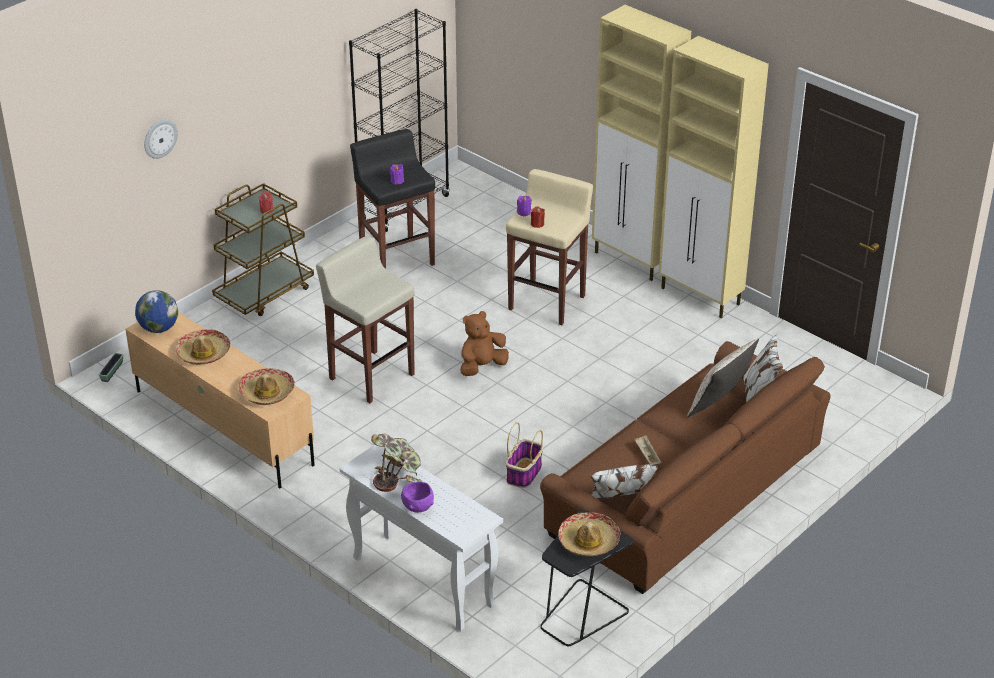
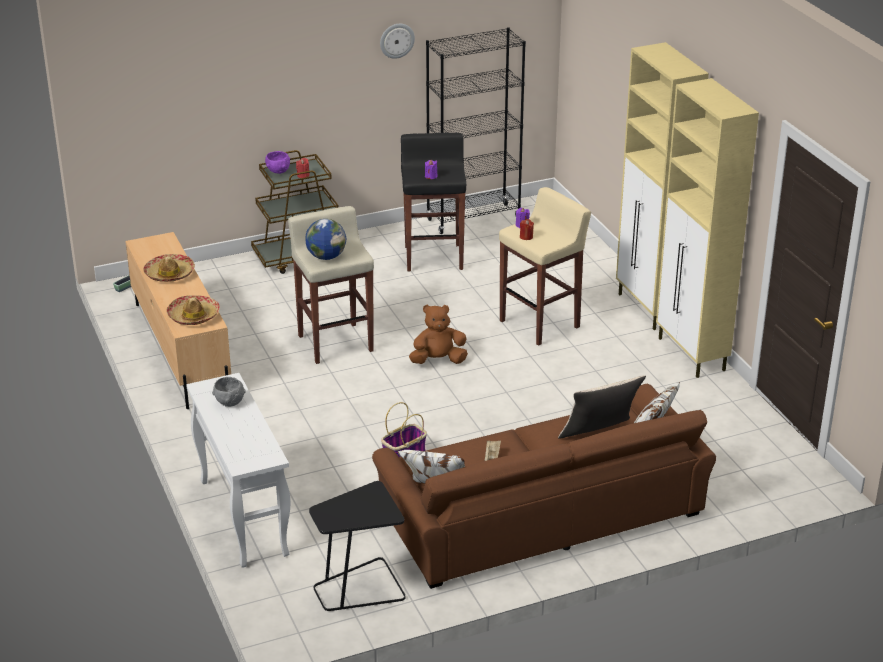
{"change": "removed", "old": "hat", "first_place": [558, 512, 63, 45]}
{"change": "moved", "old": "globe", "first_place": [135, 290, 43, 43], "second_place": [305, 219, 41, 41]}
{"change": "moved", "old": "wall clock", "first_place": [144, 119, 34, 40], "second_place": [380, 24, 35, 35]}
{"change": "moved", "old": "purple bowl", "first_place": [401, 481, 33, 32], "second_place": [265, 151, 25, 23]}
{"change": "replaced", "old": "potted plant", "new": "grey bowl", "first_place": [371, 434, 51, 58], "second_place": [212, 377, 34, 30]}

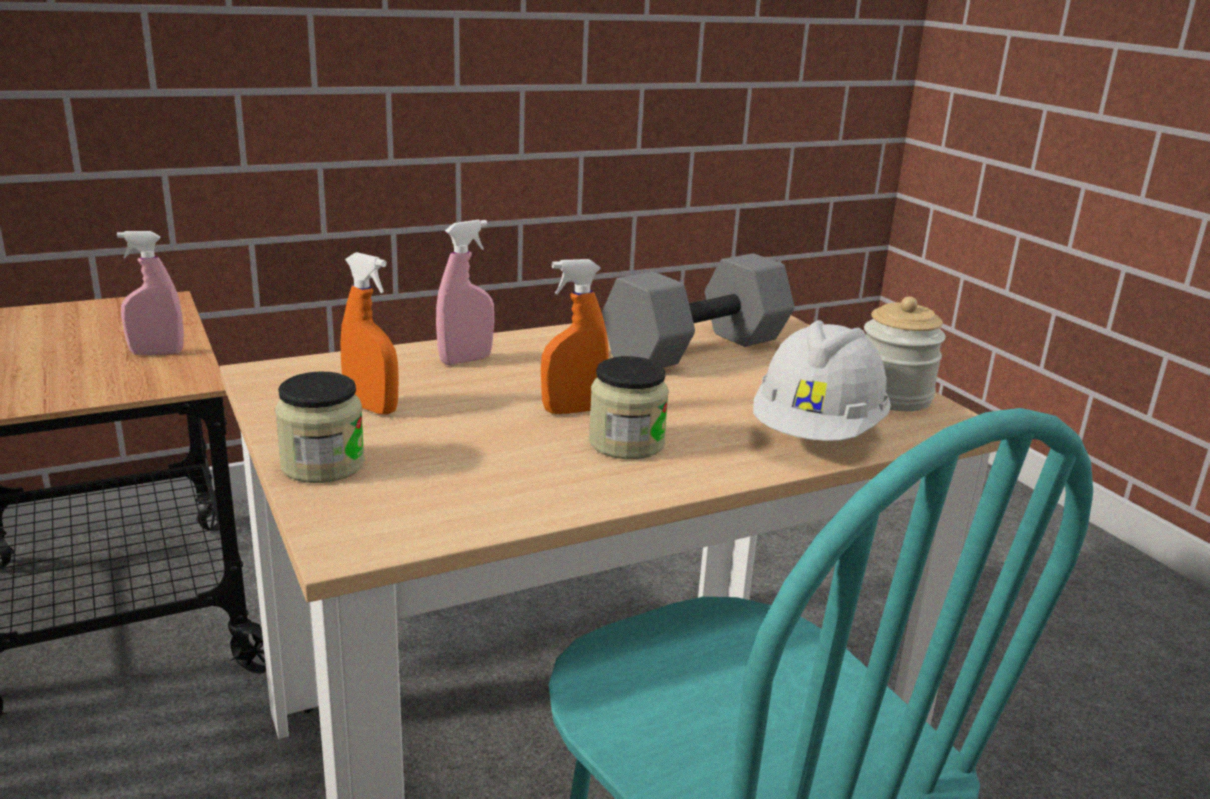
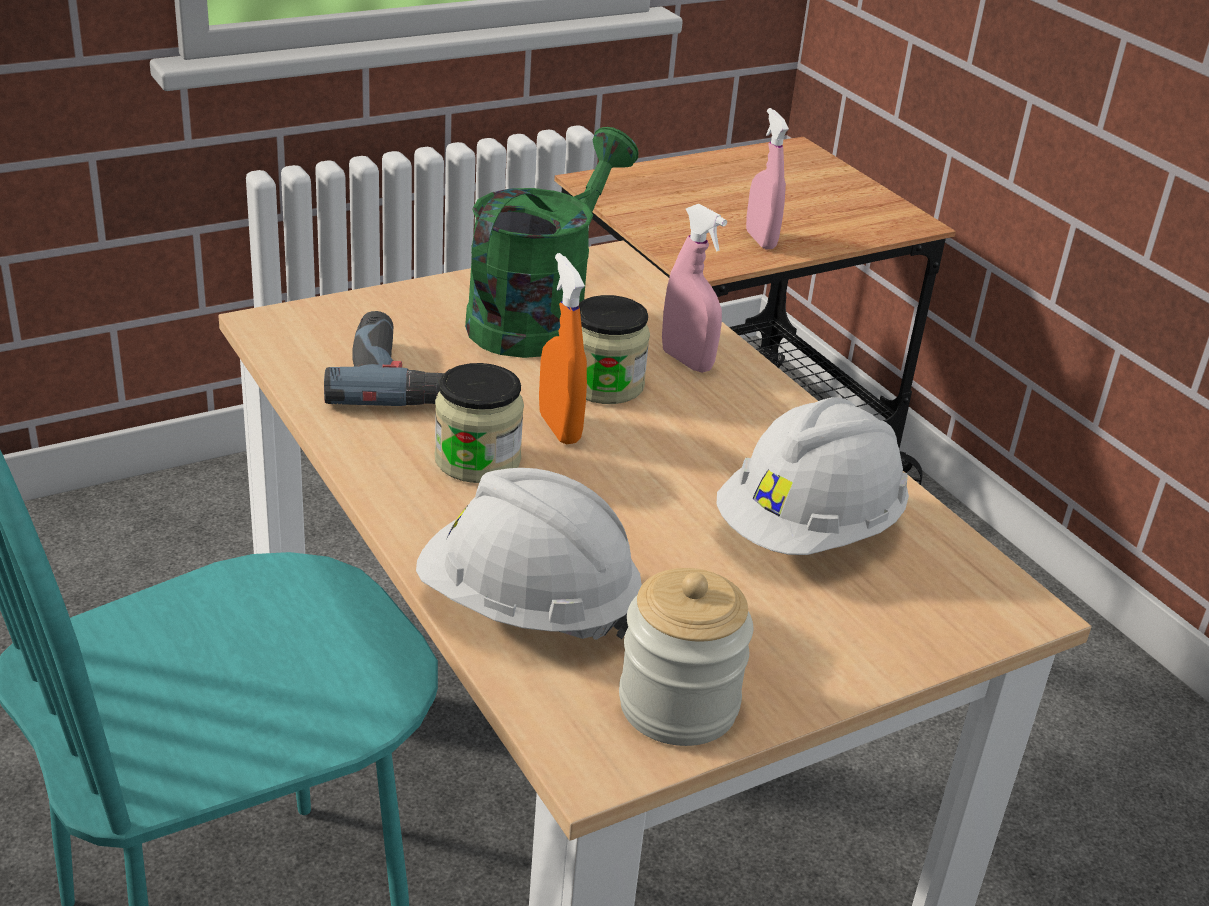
{"change": "added", "new": "power drill", "second_place": [324, 311, 120, 95]}
{"change": "moved", "old": "jar", "first_place": [275, 372, 90, 111], "second_place": [579, 295, 71, 109]}
{"change": "replaced", "old": "orange spray bottle", "new": "green watering can", "first_place": [341, 252, 58, 163], "second_place": [465, 127, 174, 231]}
{"change": "replaced", "old": "grey dumbbell", "new": "white hard hat", "first_place": [602, 253, 192, 114], "second_place": [717, 397, 192, 158]}

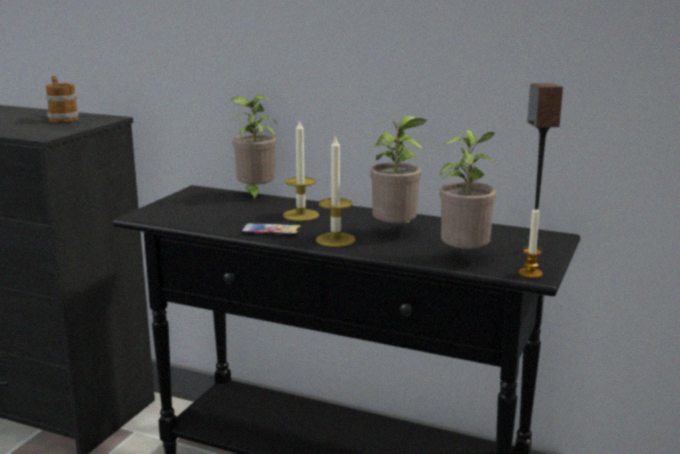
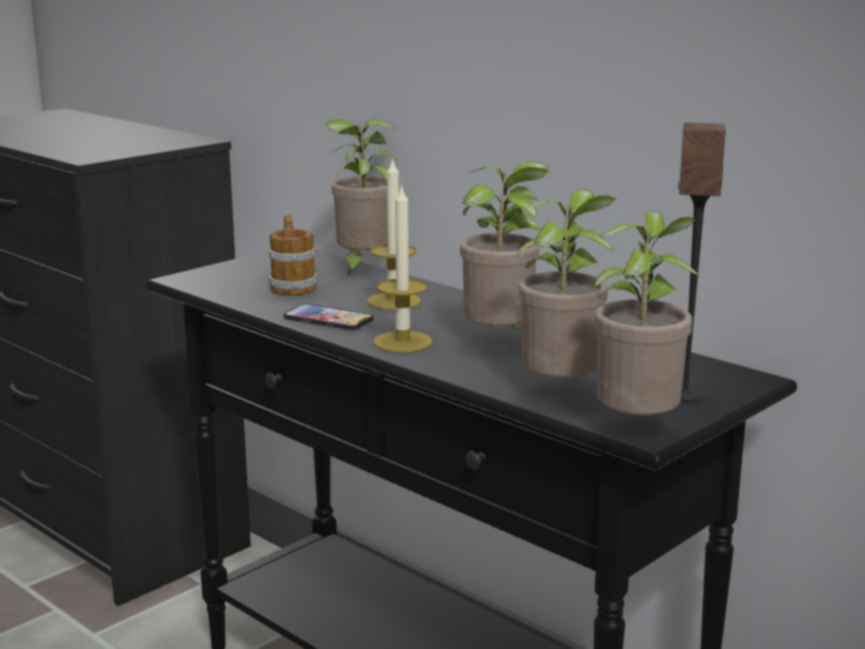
{"change": "moved", "old": "mug", "first_place": [46, 76, 33, 47], "second_place": [269, 215, 48, 81]}
{"change": "replaced", "old": "candle", "new": "potted plant", "first_place": [519, 209, 24, 69], "second_place": [593, 211, 107, 204]}

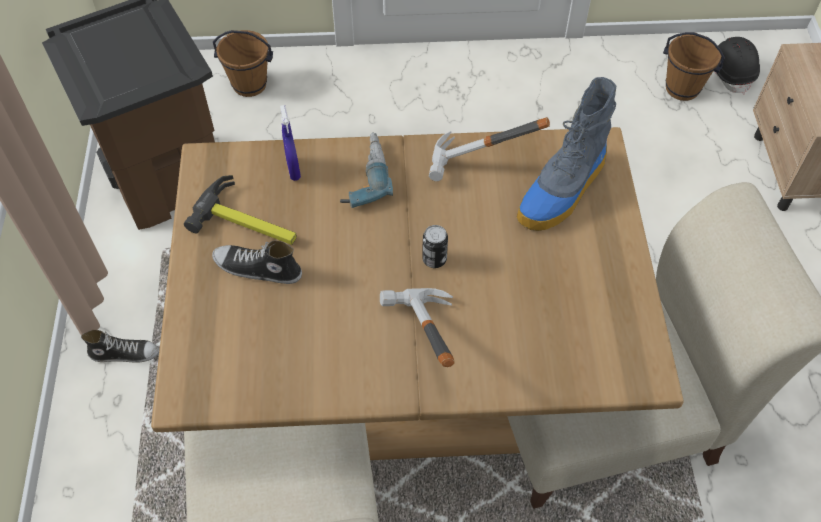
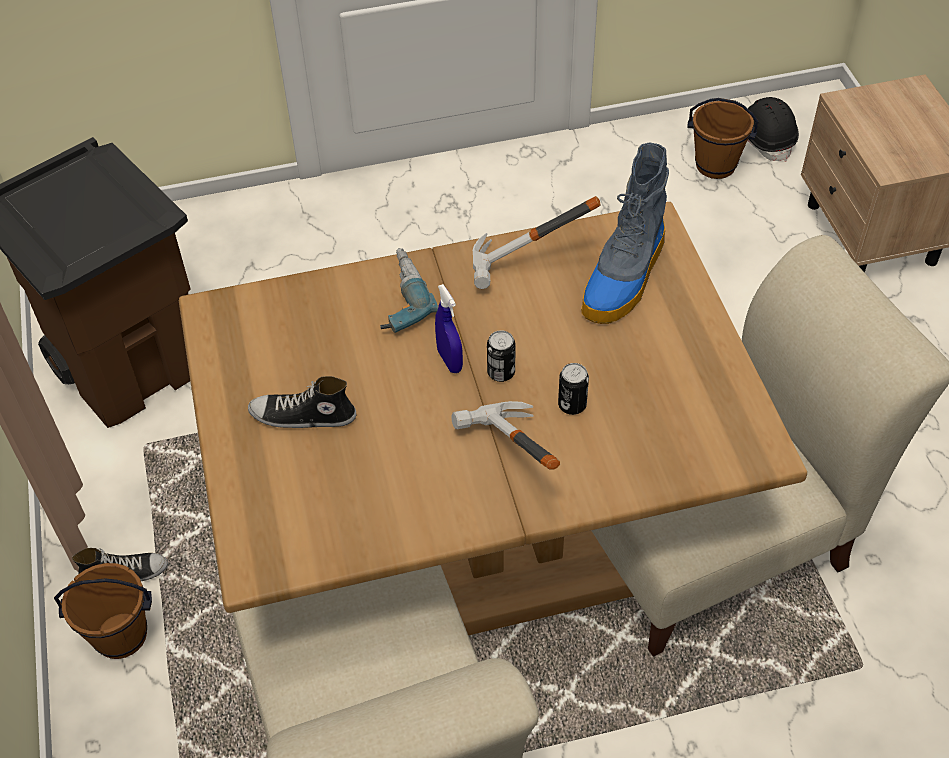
{"change": "removed", "old": "hammer", "first_place": [184, 175, 113, 70]}
{"change": "added", "new": "can", "second_place": [558, 363, 31, 52]}
{"change": "moved", "old": "brown bucket", "first_place": [213, 30, 60, 67], "second_place": [54, 563, 98, 96]}
{"change": "moved", "old": "blue spray bottle", "first_place": [280, 105, 21, 76], "second_place": [435, 284, 28, 89]}

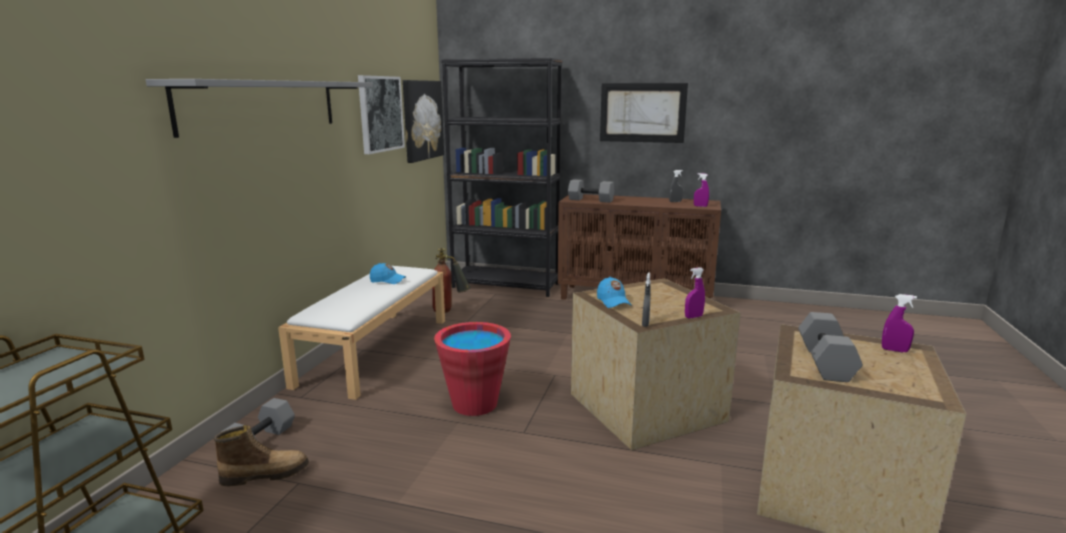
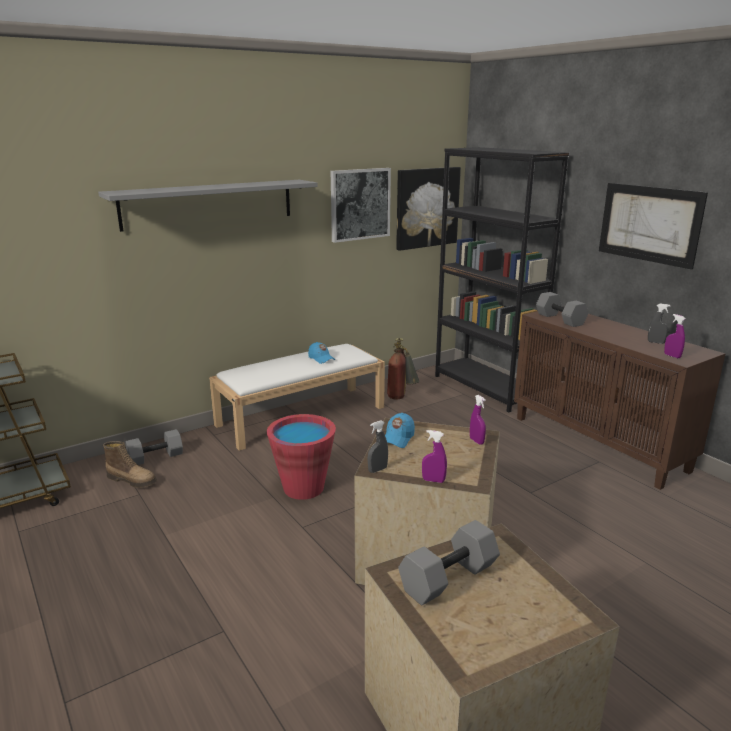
{"change": "moved", "old": "purple spray bottle", "first_place": [882, 294, 35, 58], "second_place": [470, 395, 16, 50]}

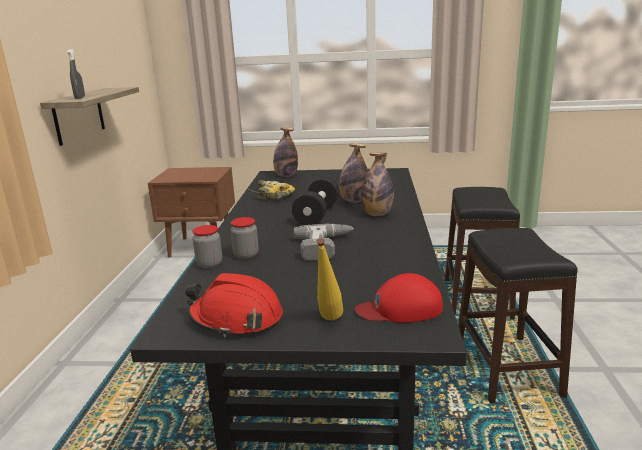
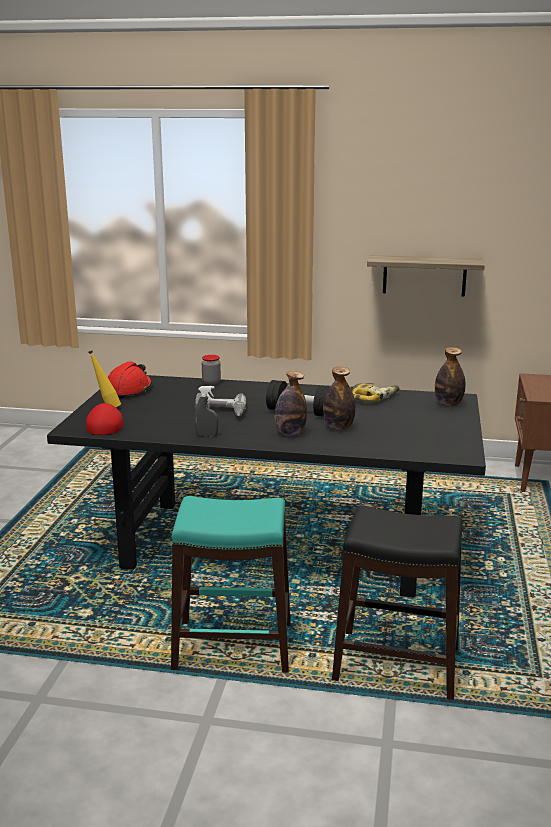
{"change": "removed", "old": "jar", "first_place": [231, 217, 28, 42]}
{"change": "moved", "old": "grey spray bottle", "first_place": [67, 49, 18, 50], "second_place": [195, 386, 23, 51]}
{"change": "recoloured", "old": "black stool", "new": "turquoise stool", "first_place": [458, 228, 120, 175], "second_place": [171, 496, 120, 177]}

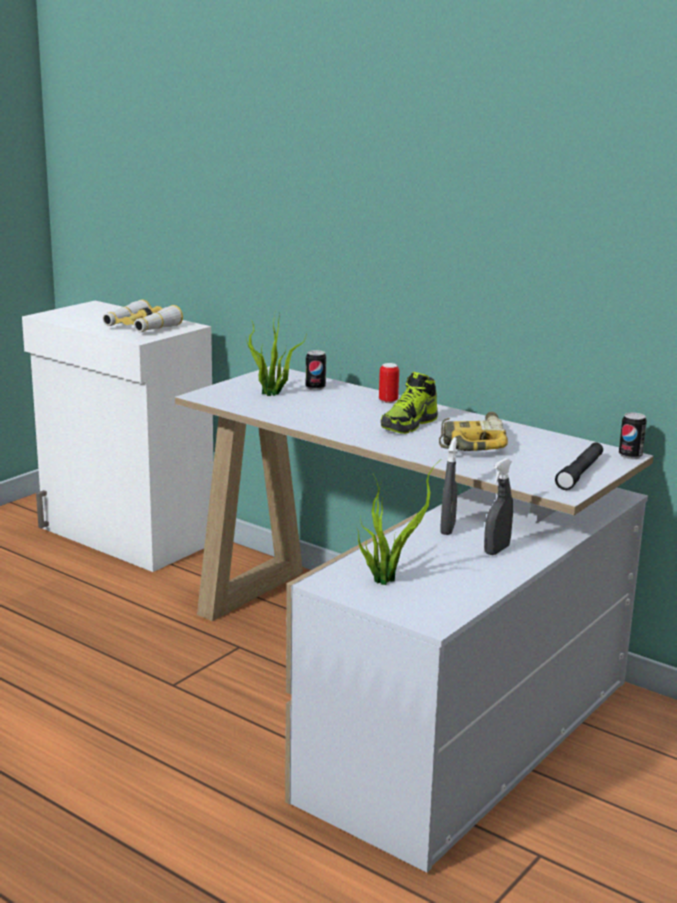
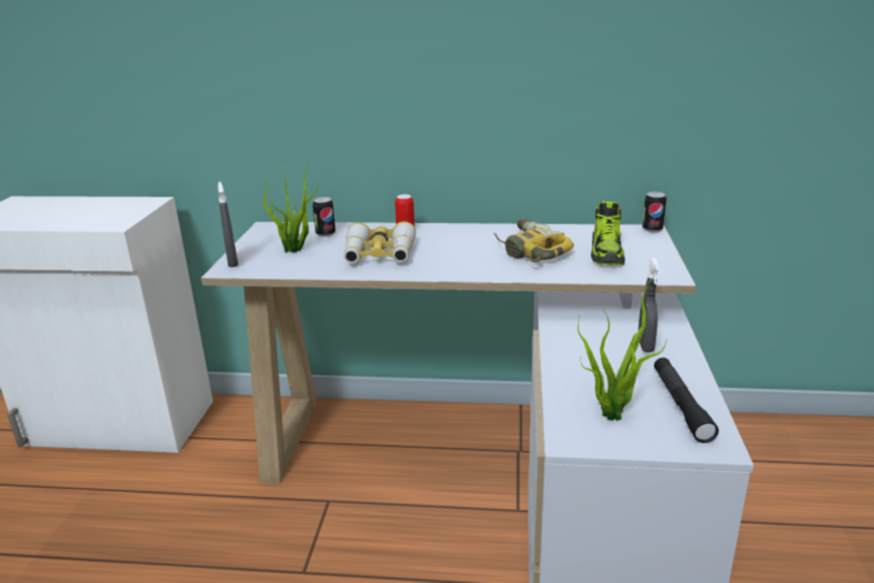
{"change": "moved", "old": "binoculars", "first_place": [102, 299, 81, 33], "second_place": [344, 222, 72, 41]}
{"change": "moved", "old": "shoe", "first_place": [381, 371, 57, 63], "second_place": [591, 202, 34, 63]}
{"change": "moved", "old": "grey spray bottle", "first_place": [440, 437, 17, 98], "second_place": [218, 182, 20, 85]}
{"change": "moved", "old": "black flashlight", "first_place": [555, 443, 48, 47], "second_place": [654, 358, 65, 85]}

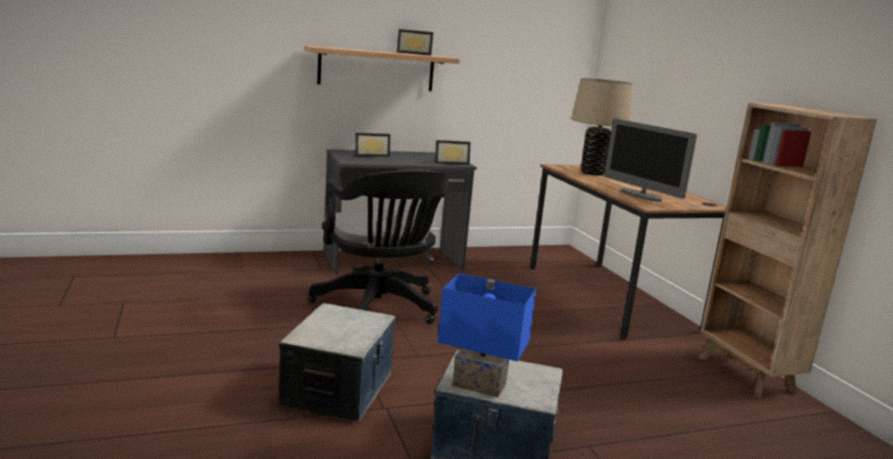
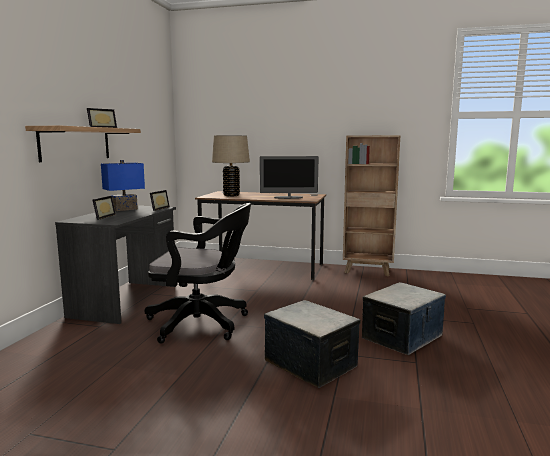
{"change": "moved", "old": "blue table lamp", "first_place": [438, 273, 98, 124], "second_place": [101, 160, 44, 51]}

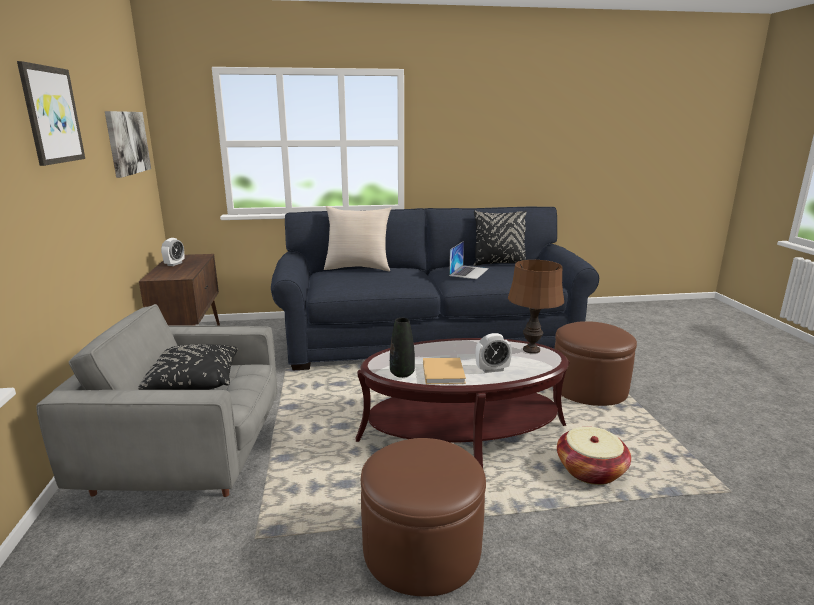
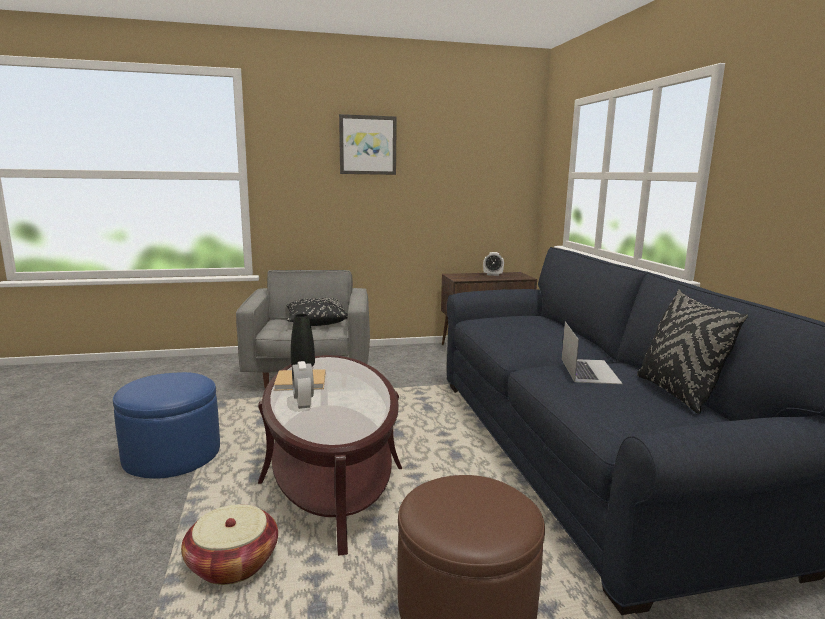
{"change": "removed", "old": "picture", "first_place": [105, 111, 46, 67]}
{"change": "removed", "old": "beige pillow", "first_place": [324, 206, 67, 65]}
{"change": "removed", "old": "brown table lamp", "first_place": [508, 260, 56, 94]}
{"change": "recoloured", "old": "brown ottoman", "new": "blue ottoman", "first_place": [361, 438, 125, 158], "second_place": [113, 372, 107, 107]}
{"change": "turned", "old": "laptop", "first_place": [449, 241, 40, 38], "second_place": [562, 321, 61, 63], "degrees": -105}

